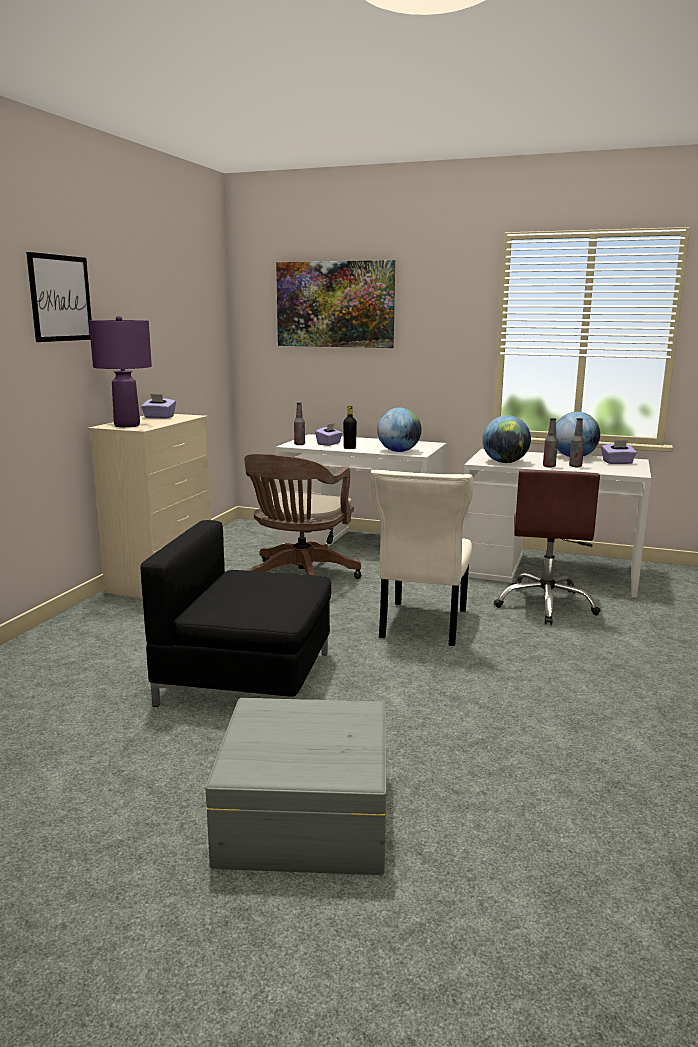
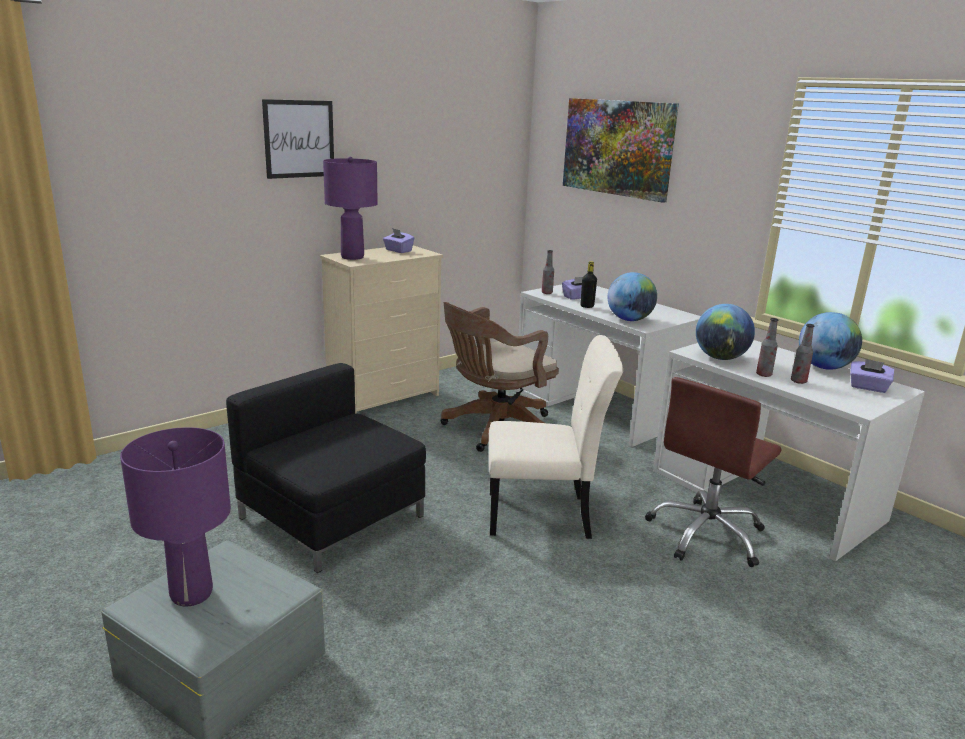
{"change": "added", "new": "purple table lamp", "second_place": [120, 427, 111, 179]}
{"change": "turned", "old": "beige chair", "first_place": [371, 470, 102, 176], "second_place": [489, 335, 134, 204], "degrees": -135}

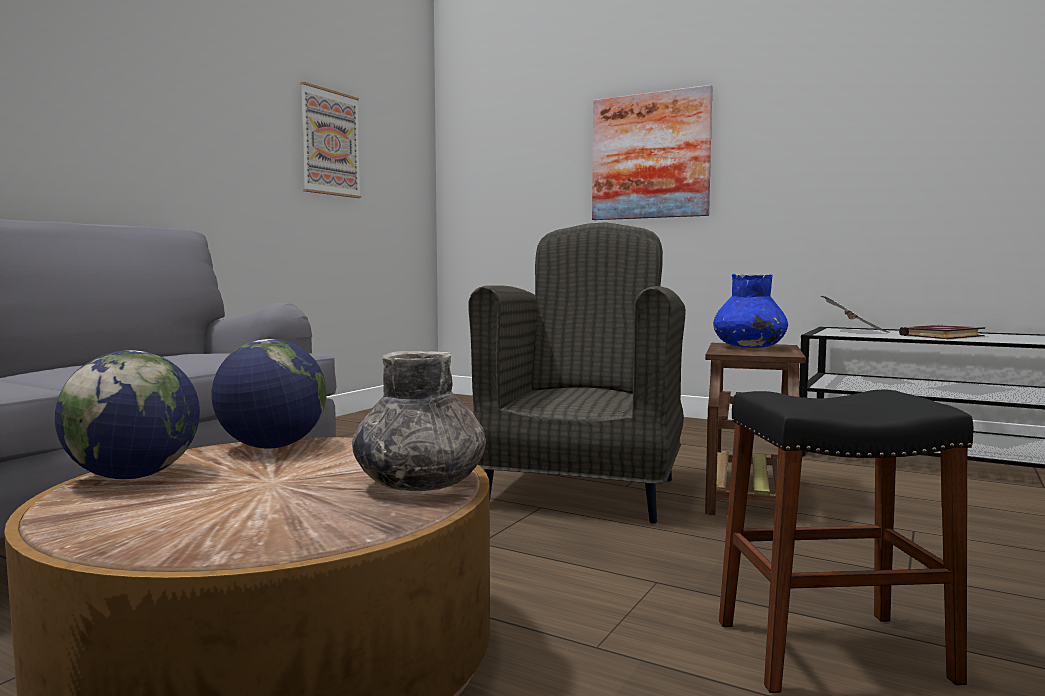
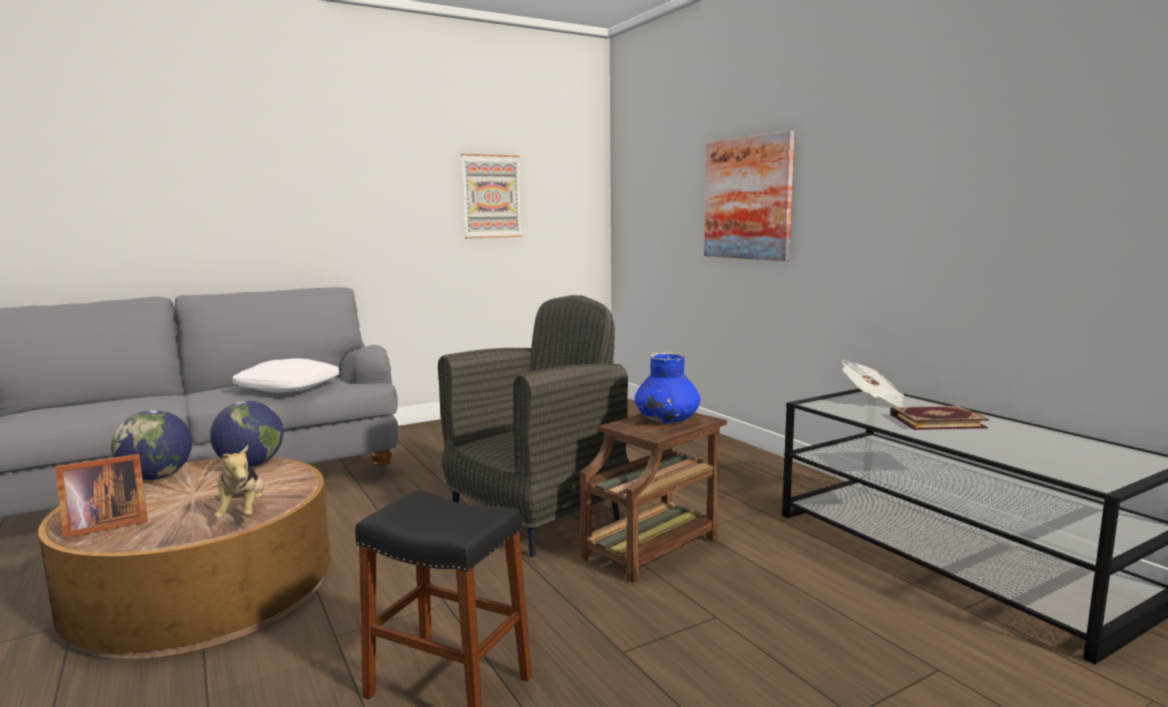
{"change": "added", "new": "picture frame", "second_place": [55, 454, 93, 84]}
{"change": "added", "new": "white pillow", "second_place": [232, 358, 107, 34]}
{"change": "replaced", "old": "grey vase", "new": "plush toy", "first_place": [352, 351, 134, 140], "second_place": [215, 445, 49, 73]}

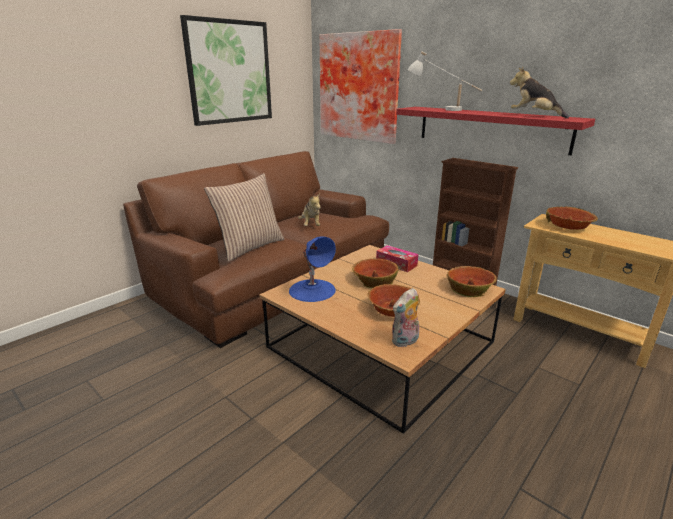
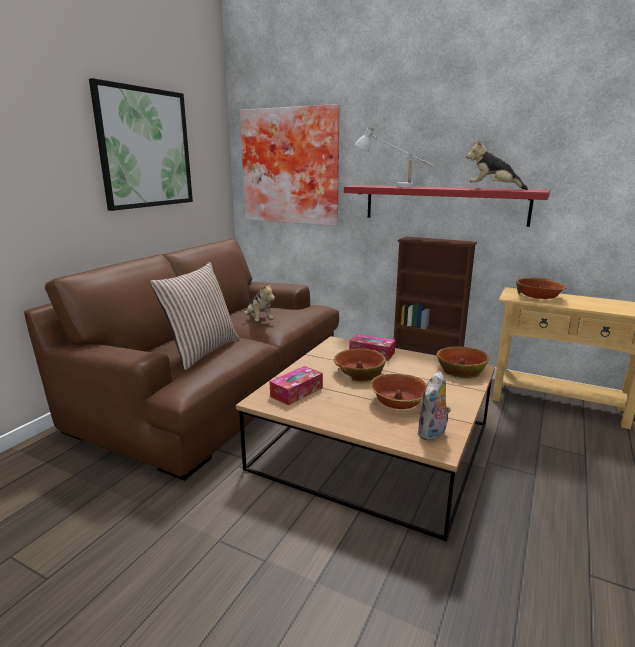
{"change": "replaced", "old": "blue table lamp", "new": "tissue box", "first_place": [289, 236, 47, 66], "second_place": [270, 366, 53, 39]}

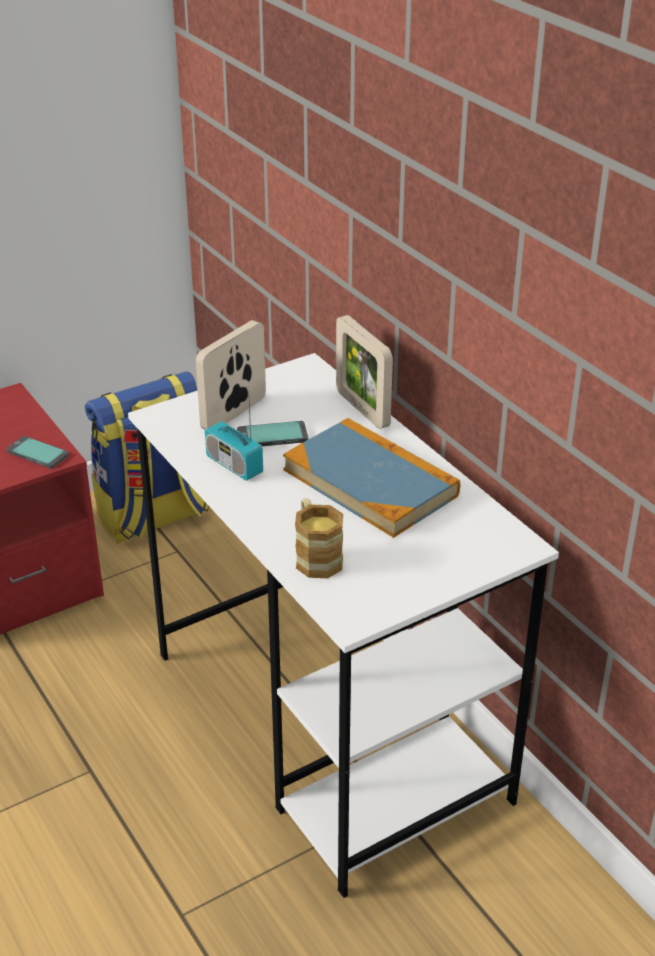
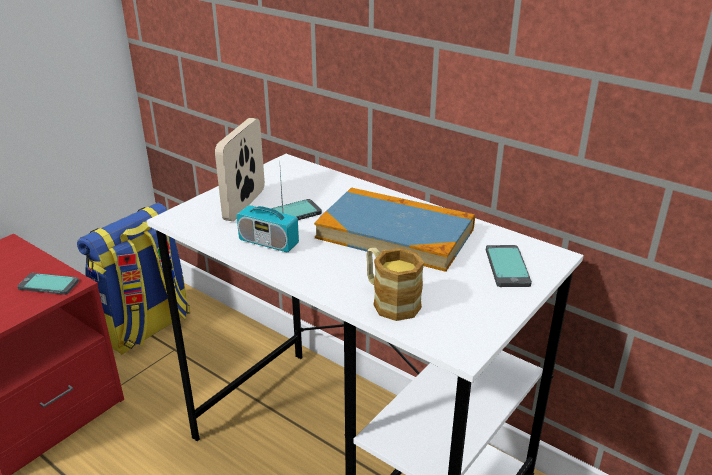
{"change": "removed", "old": "picture frame", "first_place": [336, 315, 57, 114]}
{"change": "added", "new": "phone", "second_place": [486, 245, 46, 42]}

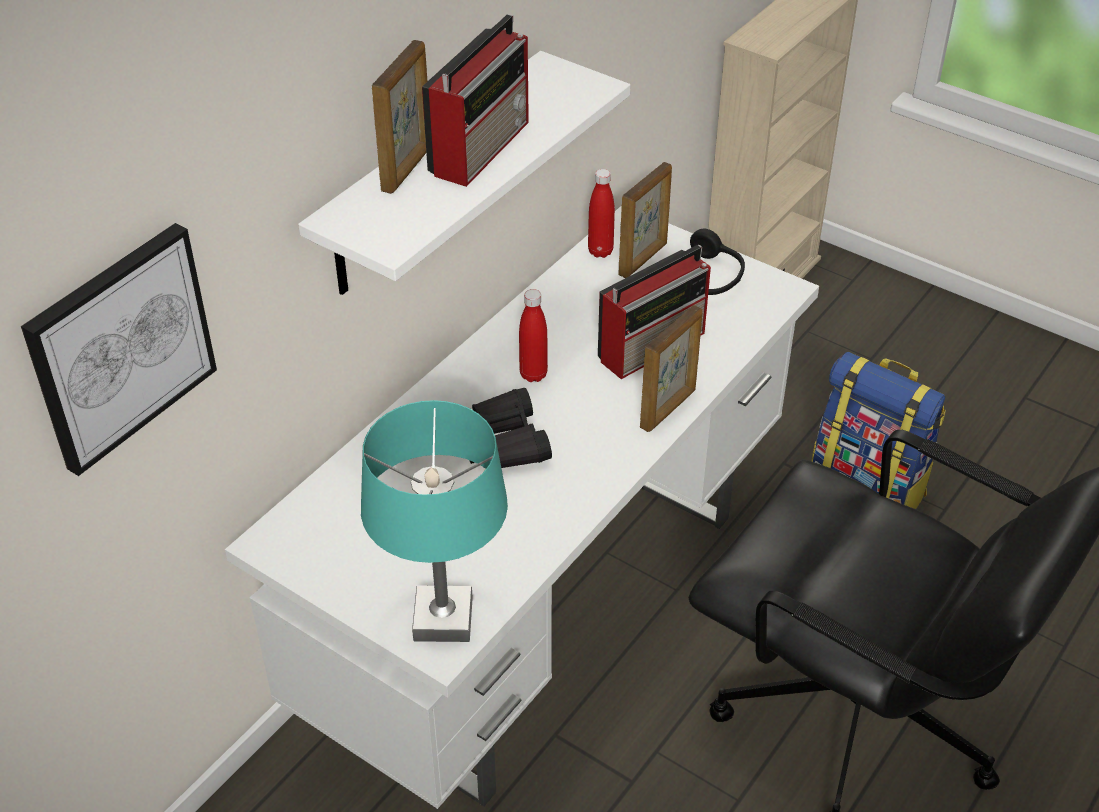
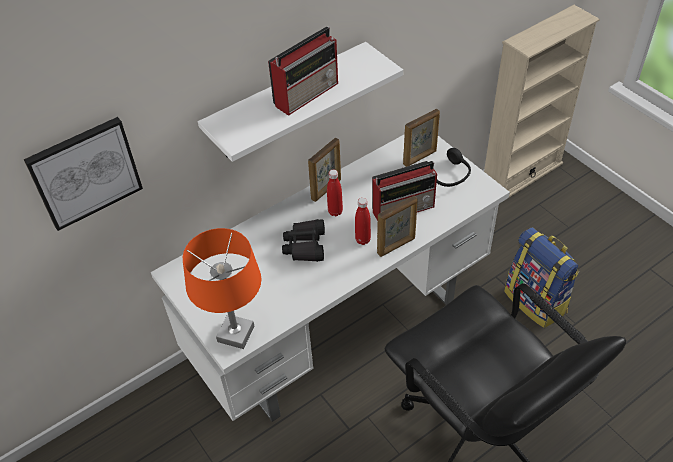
{"change": "moved", "old": "picture frame", "first_place": [372, 40, 55, 154], "second_place": [308, 138, 33, 64]}
{"change": "moved", "old": "red bottle", "first_place": [588, 169, 27, 89], "second_place": [355, 198, 16, 47]}
{"change": "recoloured", "old": "turquoise table lamp", "new": "orange table lamp", "first_place": [361, 400, 147, 242], "second_place": [183, 228, 78, 121]}

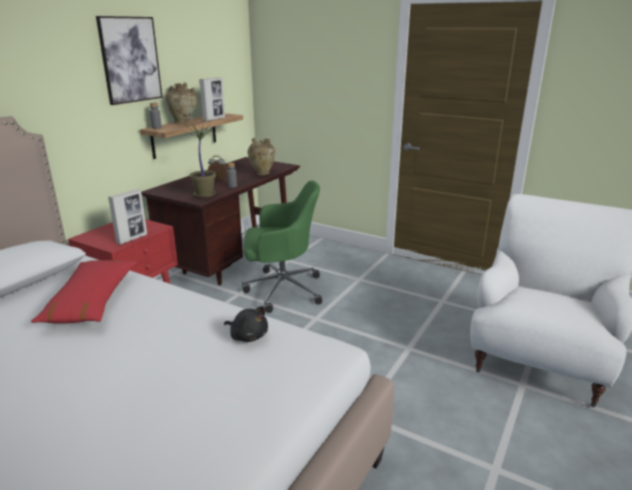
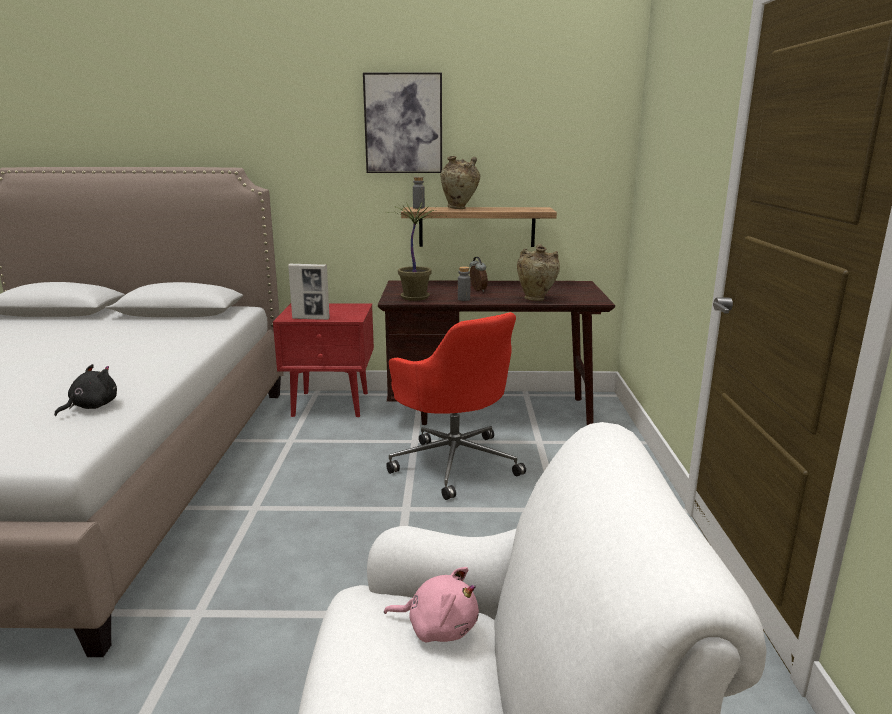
{"change": "removed", "old": "red pillow", "first_place": [31, 260, 107, 64]}
{"change": "removed", "old": "picture frame", "first_place": [199, 77, 26, 44]}
{"change": "added", "new": "pink plush toy", "second_place": [384, 567, 95, 76]}
{"change": "recoloured", "old": "green office chair", "new": "red office chair", "first_place": [242, 180, 80, 133], "second_place": [386, 312, 140, 188]}
{"change": "turned", "old": "black plush toy", "first_place": [224, 306, 44, 36], "second_place": [54, 364, 63, 52], "degrees": -150}

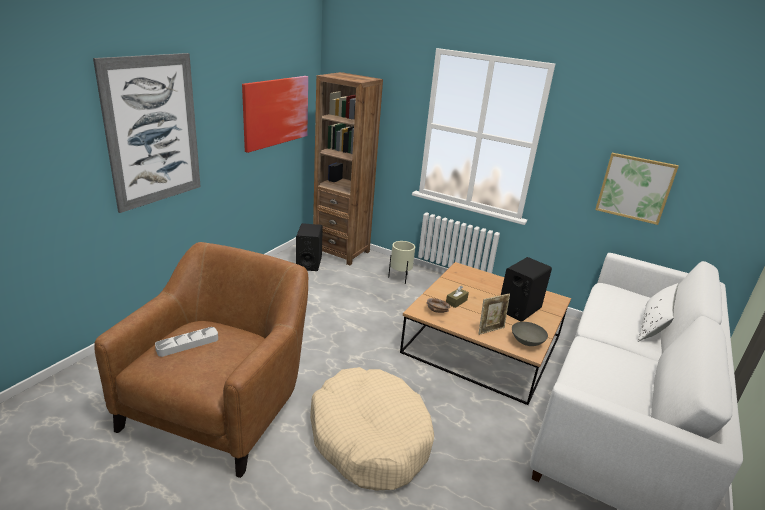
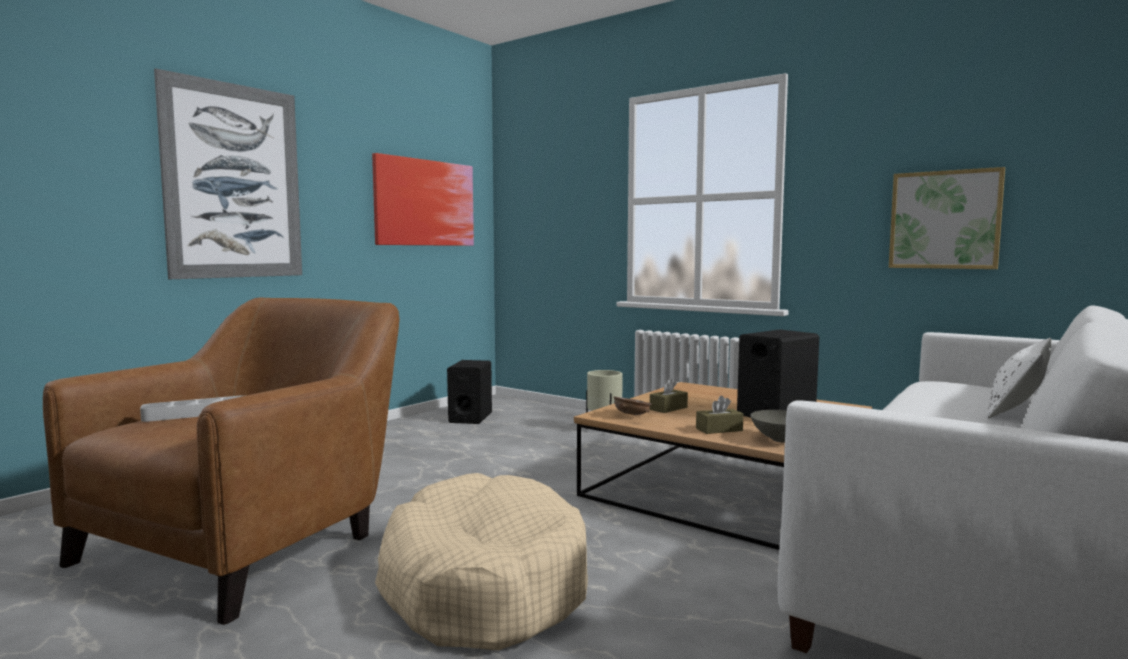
{"change": "removed", "old": "brown bookcase", "first_place": [313, 72, 70, 193]}
{"change": "replaced", "old": "picture frame", "new": "brown tissue box", "first_place": [478, 294, 32, 41], "second_place": [696, 396, 47, 38]}

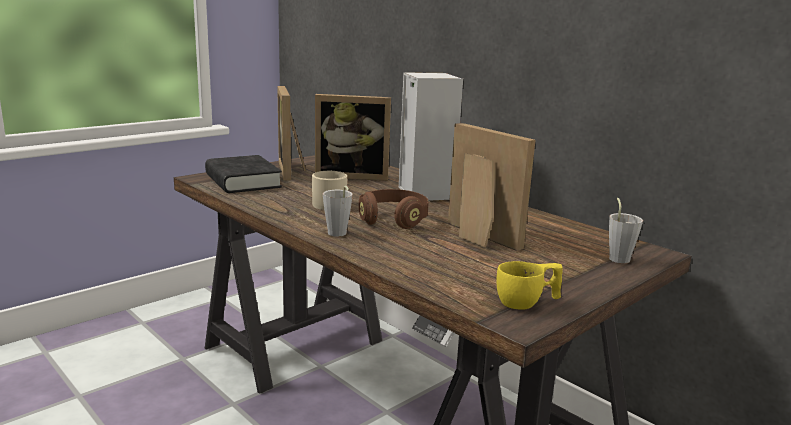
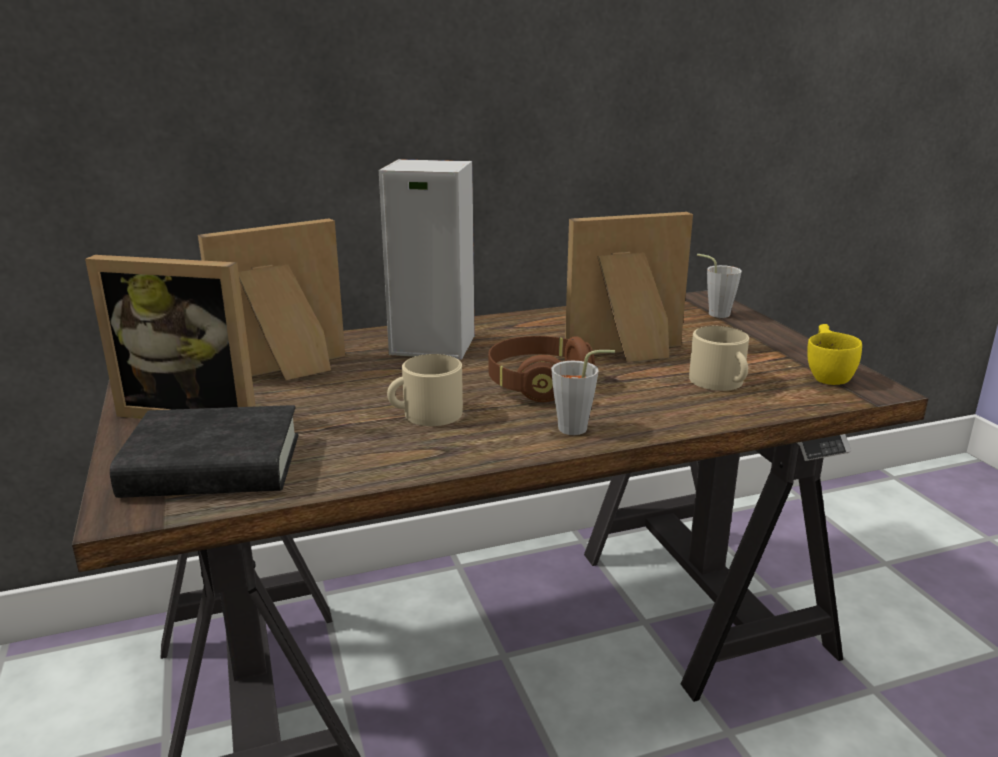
{"change": "added", "new": "beige mug", "second_place": [689, 326, 60, 65]}
{"change": "turned", "old": "picture frame", "first_place": [315, 94, 76, 87], "second_place": [198, 218, 147, 162], "degrees": -150}

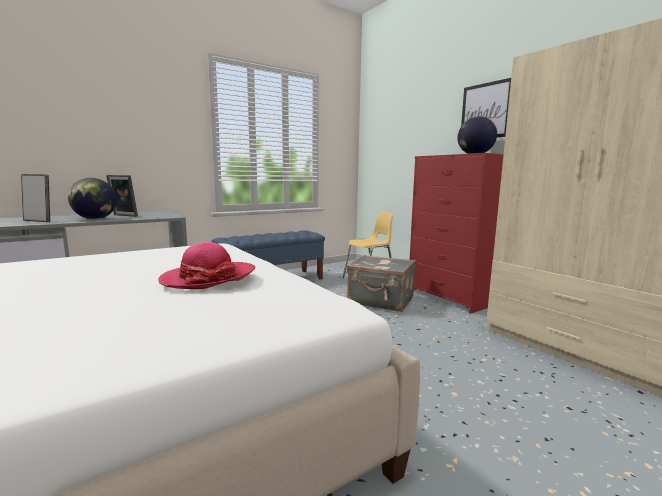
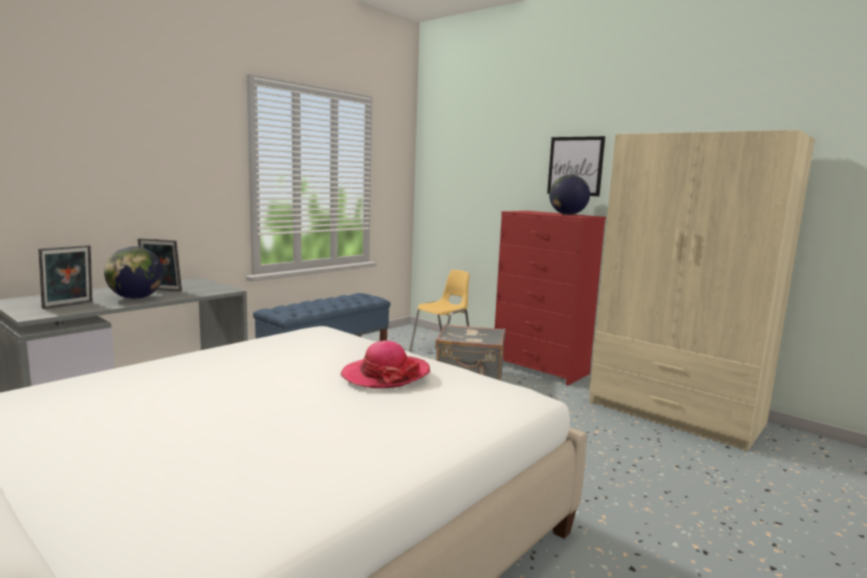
{"change": "turned", "old": "picture frame", "first_place": [21, 174, 29, 48], "second_place": [38, 245, 55, 64], "degrees": 120}

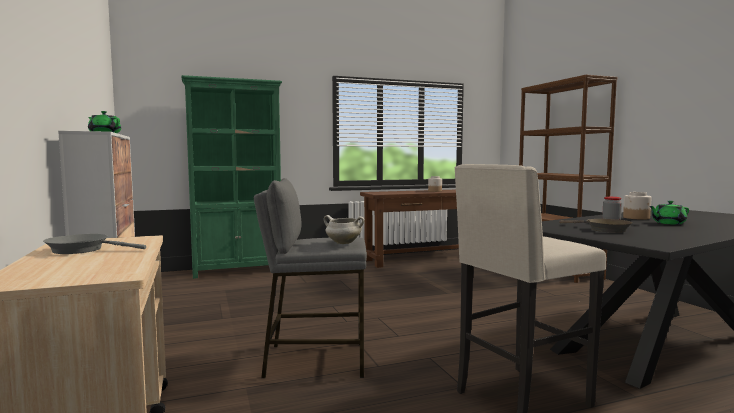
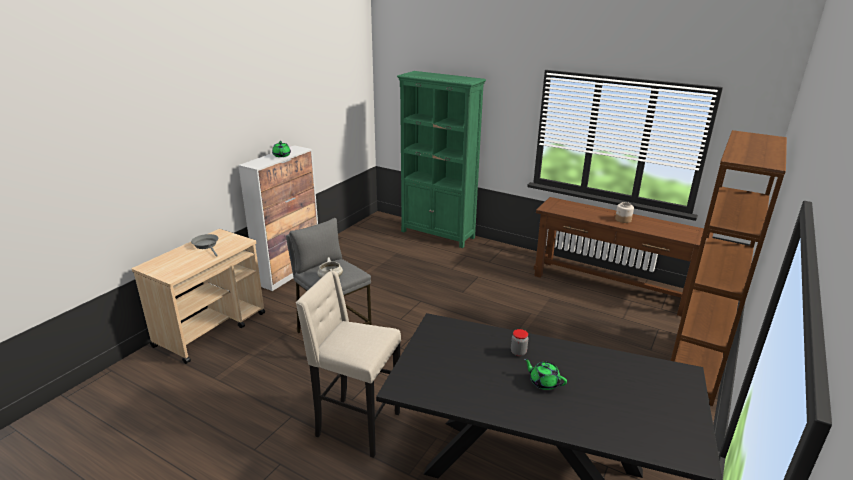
{"change": "removed", "old": "brown frying pan", "first_place": [559, 219, 74, 14]}
{"change": "removed", "old": "jar", "first_place": [623, 192, 28, 28]}

